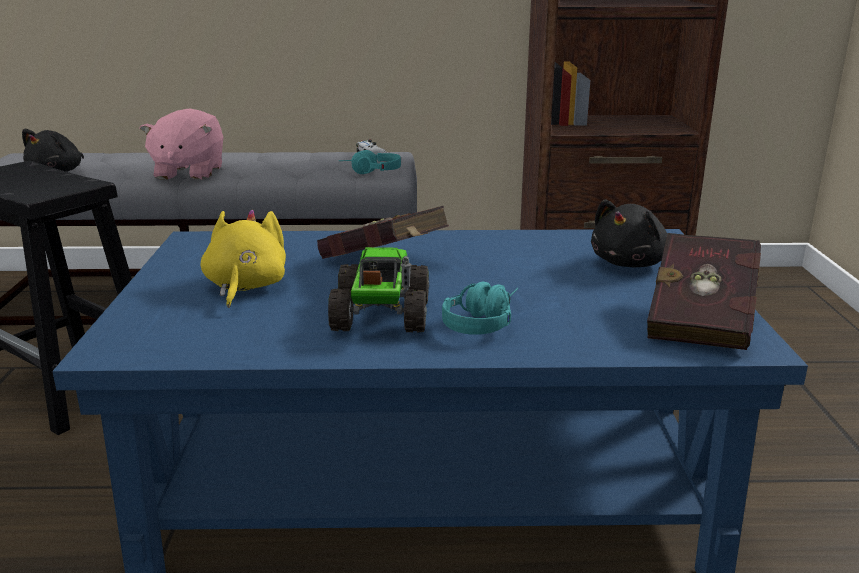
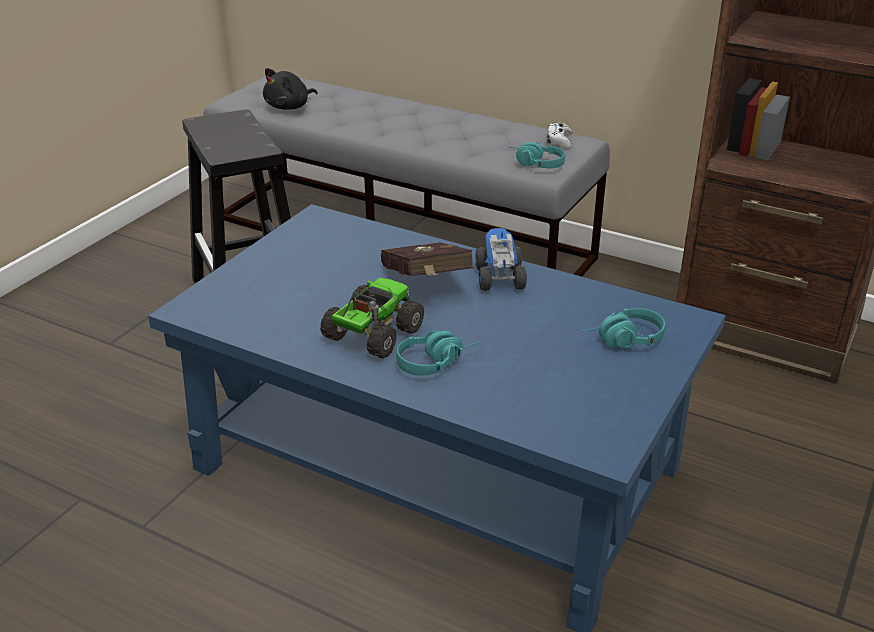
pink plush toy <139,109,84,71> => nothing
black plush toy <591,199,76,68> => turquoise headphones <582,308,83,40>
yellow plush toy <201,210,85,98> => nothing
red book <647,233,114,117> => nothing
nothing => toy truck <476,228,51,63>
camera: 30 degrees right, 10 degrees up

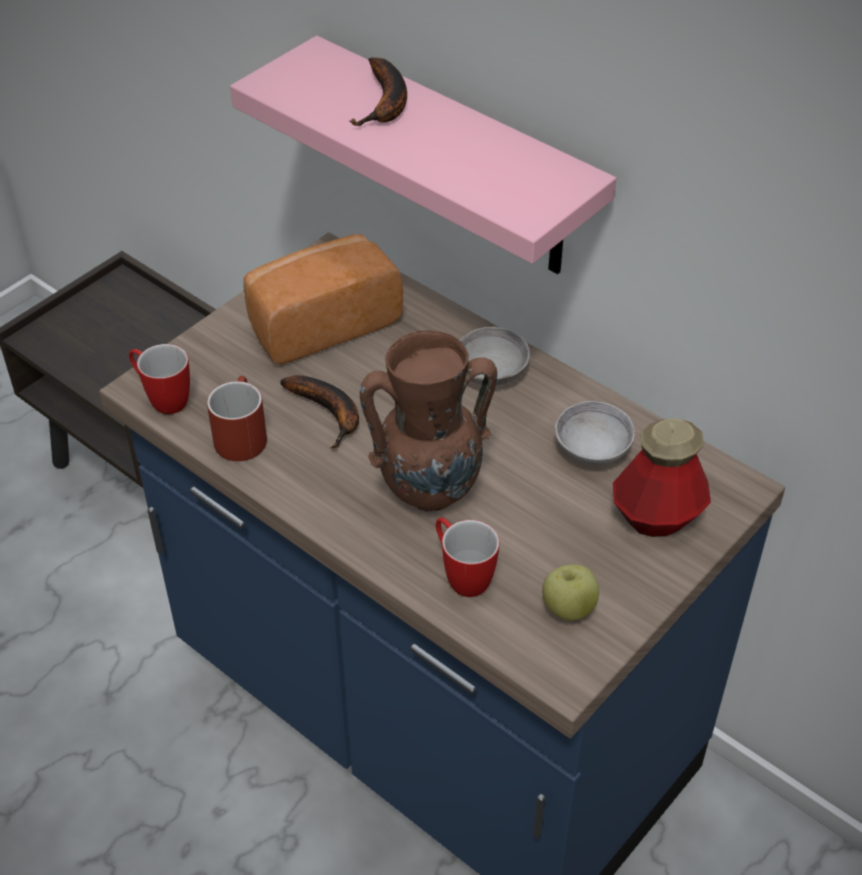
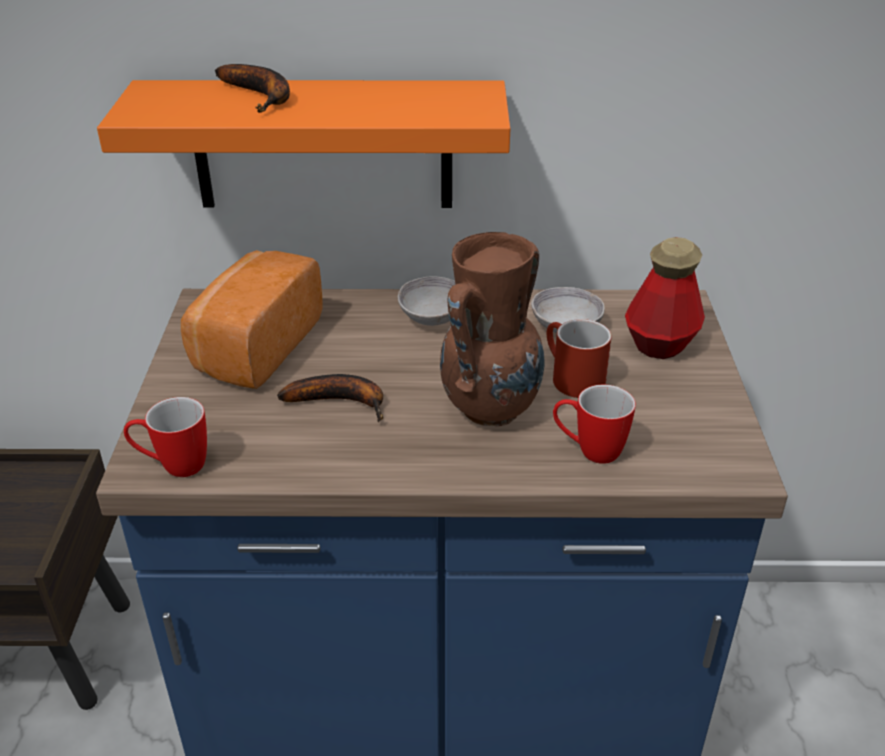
pink shelf <230,36,386,238> => orange shelf <97,80,413,128>
red mug <207,376,60,85> => red mug <547,319,65,79>, move
apple <542,564,57,57> => nothing
camera: 40 degrees left, 10 degrees down

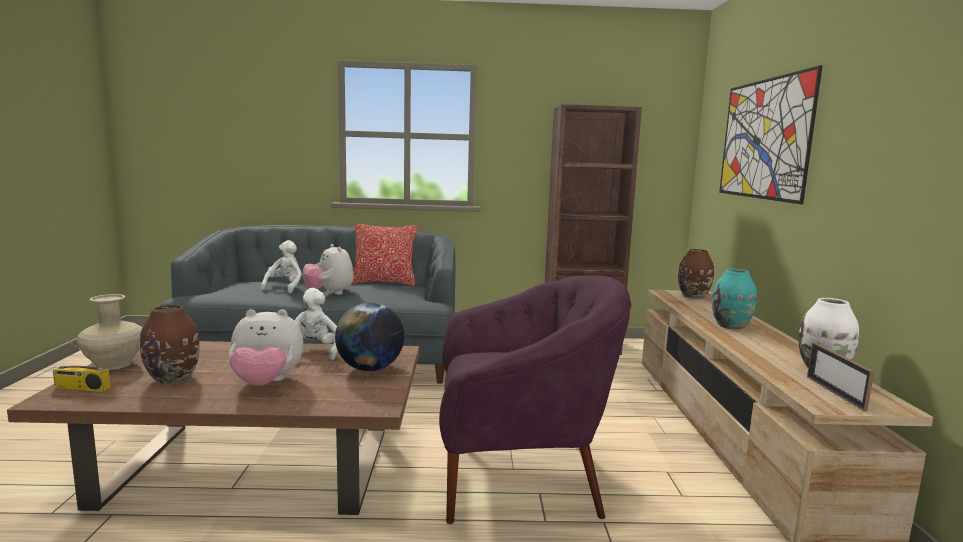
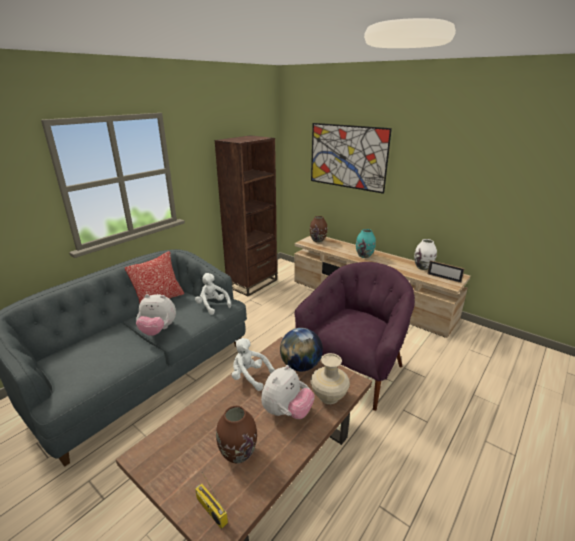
white plush toy <261,240,41,53> => white plush toy <195,273,36,42>, move
beige vase <77,294,65,76> => beige vase <310,353,40,51>, move
radio <53,337,58,55> => radio <195,472,33,57>, 90 degrees clockwise
camera: 50 degrees left, 15 degrees up

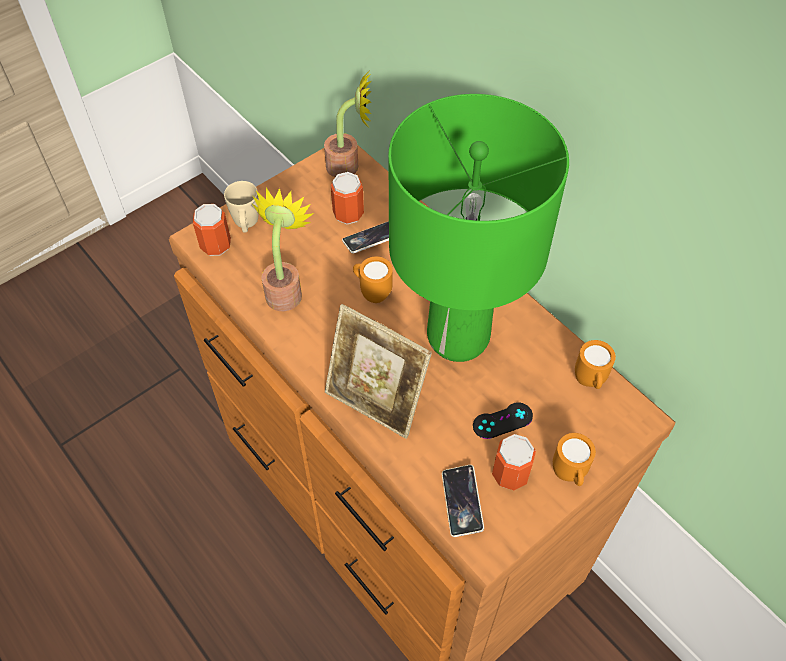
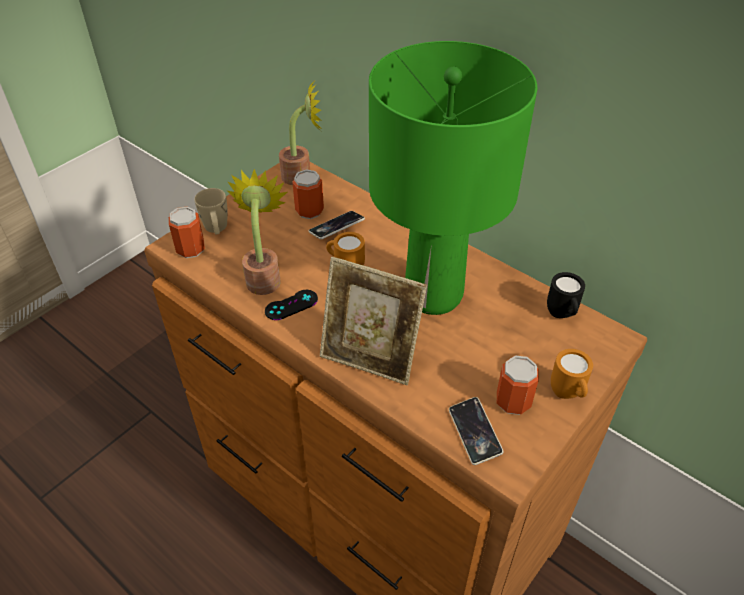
orange mug <575,340,41,49> => black mug <547,272,38,46>
black game controller <473,402,60,37> => black game controller <265,290,53,30>, move
camera: 10 degrees left, 10 degrees down

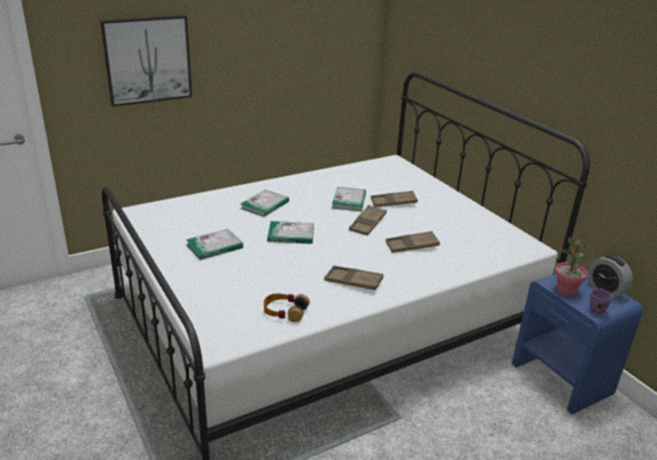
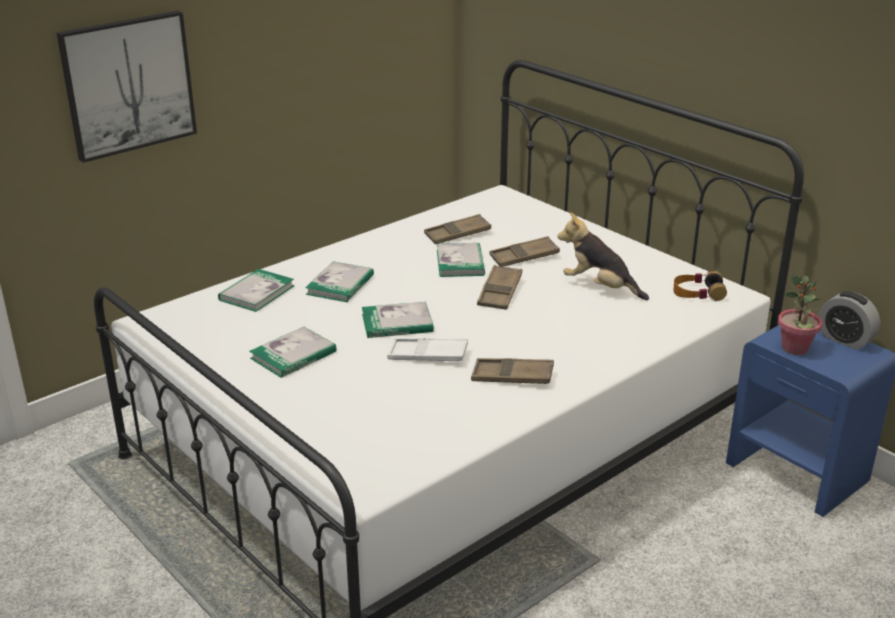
brown tray <386,231,54,22> => brown tray <424,214,67,30>, move
purple mug <590,288,22,26> => nothing
headphones <264,294,46,28> => headphones <674,271,53,30>, move
nothing => plush toy <557,212,92,88>
nothing => book <218,269,77,43>
nothing => white tray <387,338,81,24>
camera: 10 degrees left, 0 degrees up

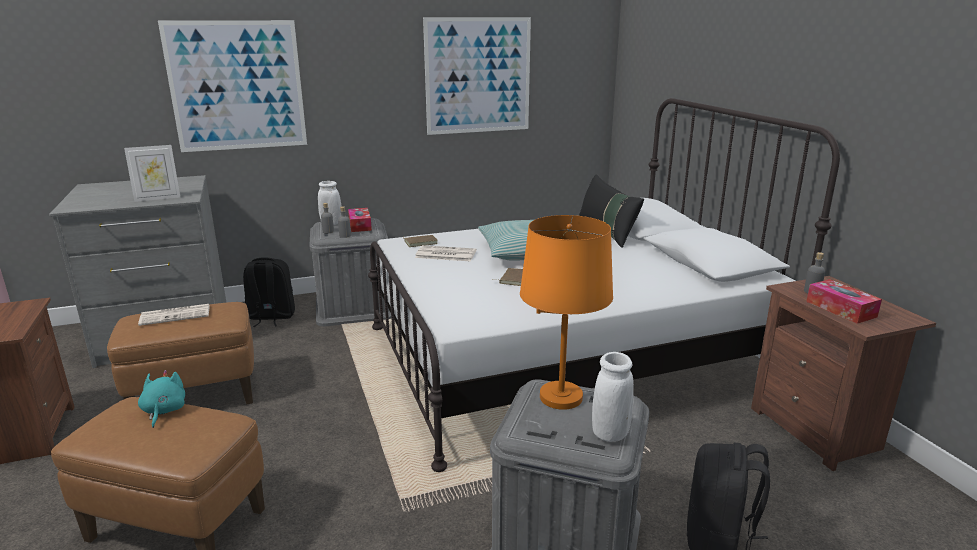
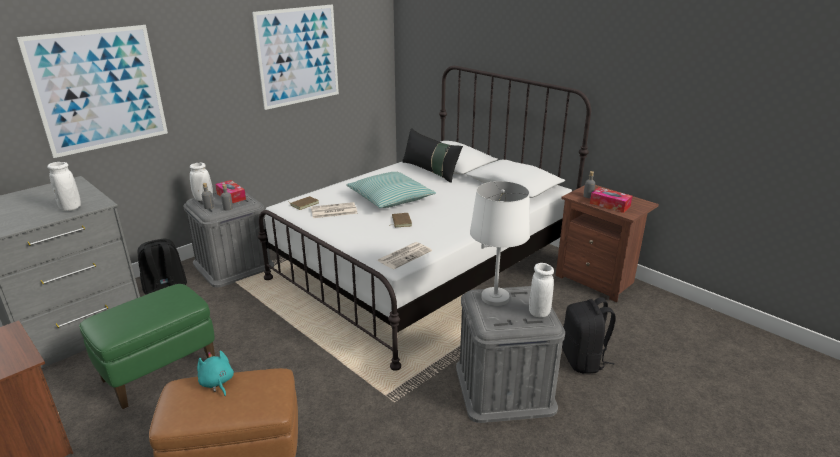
picture frame <124,145,56,57> => white vase <47,162,34,49>
orange table lamp <520,215,93,195> => white table lamp <470,181,60,125>
brown ottoman <107,302,147,102> => green ottoman <79,284,136,125>
newspaper <138,304,72,22> => newspaper <377,242,55,27>, move
camera: 25 degrees left, 5 degrees up

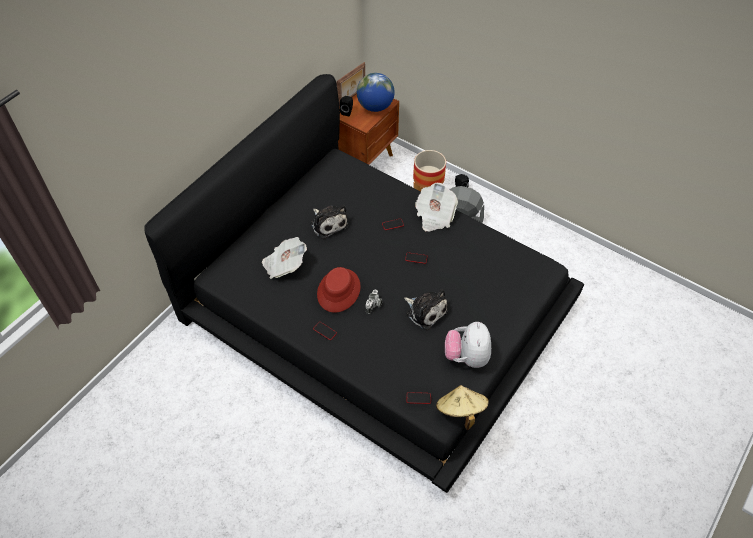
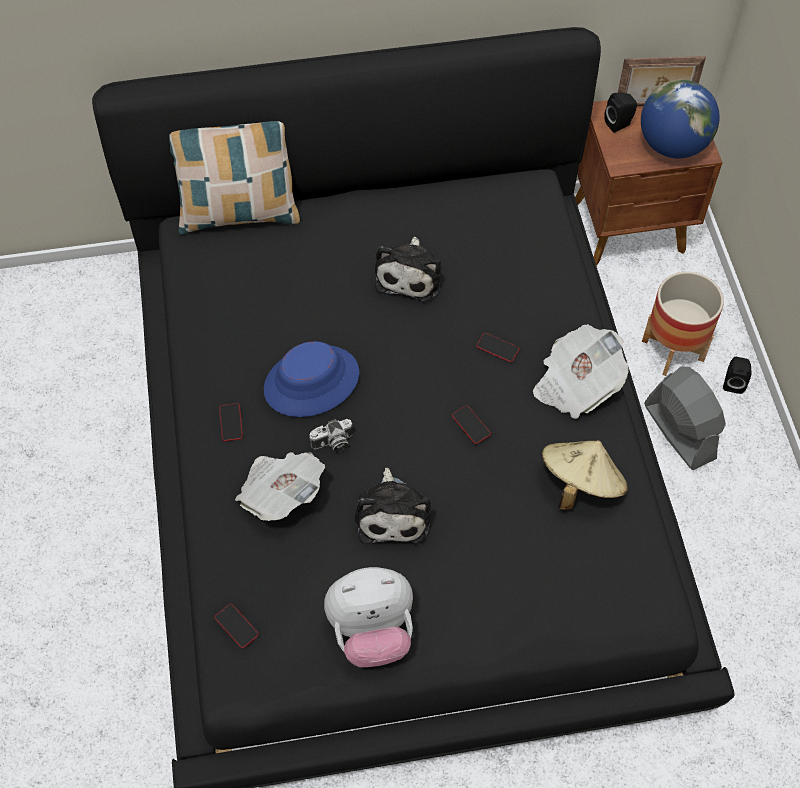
newspaper <262,237,45,42> => newspaper <235,452,90,69>, move
red hat <317,267,44,46> => blue hat <264,341,95,76>
plush toy <445,322,46,46> => plush toy <324,567,89,100>, 150 degrees counterclockwise
beige hat <436,385,53,45> => beige hat <542,440,86,70>, move
nothing => pillow <169,121,131,114>
camera: 45 degrees right, 5 degrees up

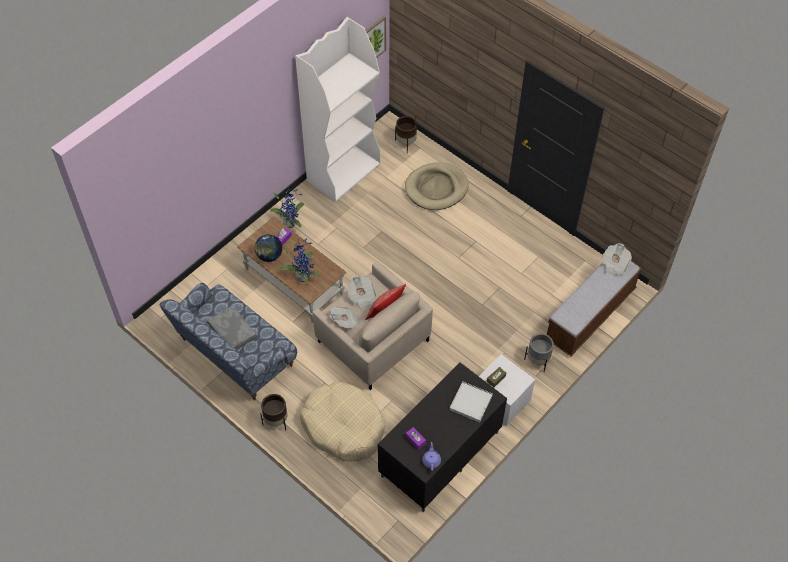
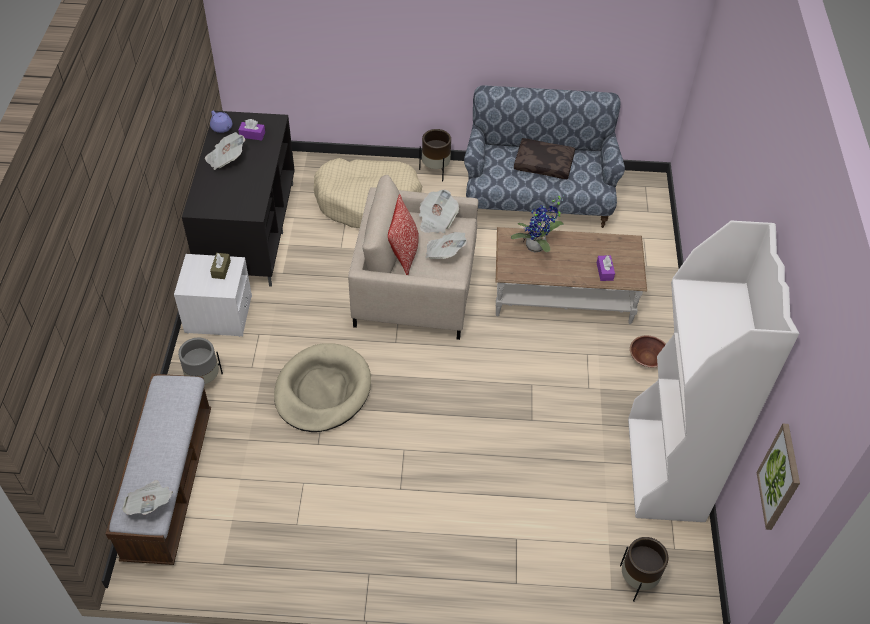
beige dog bed <405,162,64,48> => beige dog bed <274,343,97,89>, move
potted plant <270,188,34,40> => brown bowl <630,336,36,31>
globe <255,234,27,28> => nothing
grey pillow <207,305,50,45> => brown pillow <514,138,61,41>
white tray <449,381,44,42> => nothing
nothing => newspaper <205,132,40,38>
camera: 140 degrees right, 5 degrees down

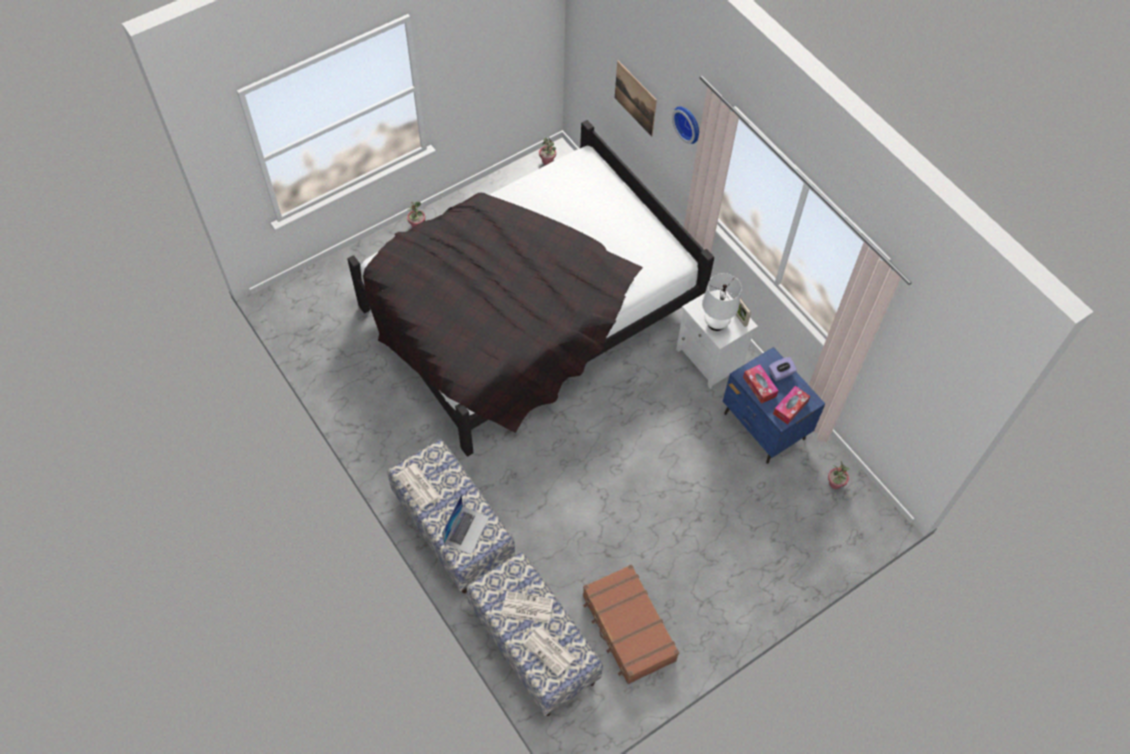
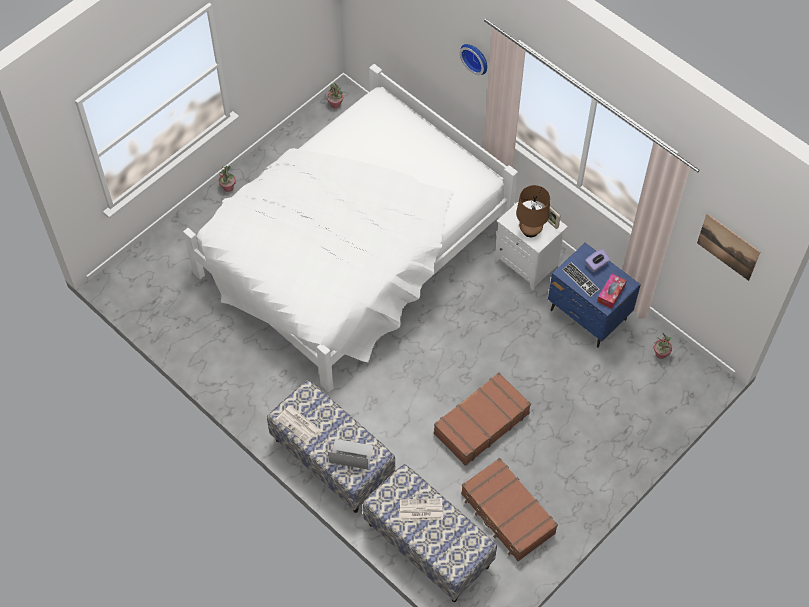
picture <615,61,42,76> => picture <697,214,63,67>, move
black bed <347,120,367,337> => white bed <183,64,335,328>
white table lamp <702,273,40,58> => brown table lamp <516,185,34,52>
tissue box <743,365,36,39> => keyboard <562,262,37,35>
laptop <442,495,47,59> => laptop <328,439,46,31>, 90 degrees counterclockwise
newspaper <523,626,53,50> => nothing
nothing => brown suitcase <434,372,97,94>
camera: 10 degrees left, 0 degrees up

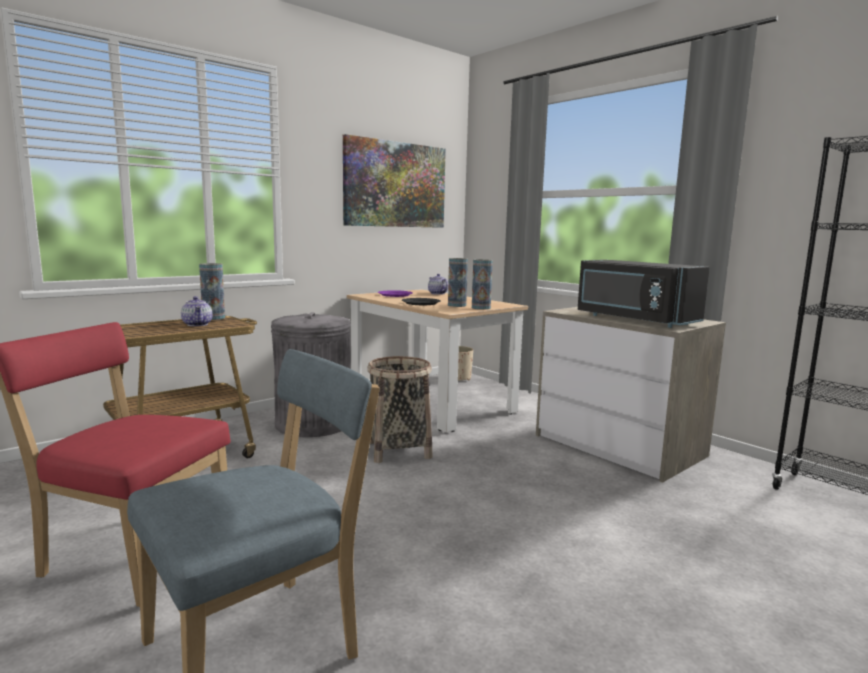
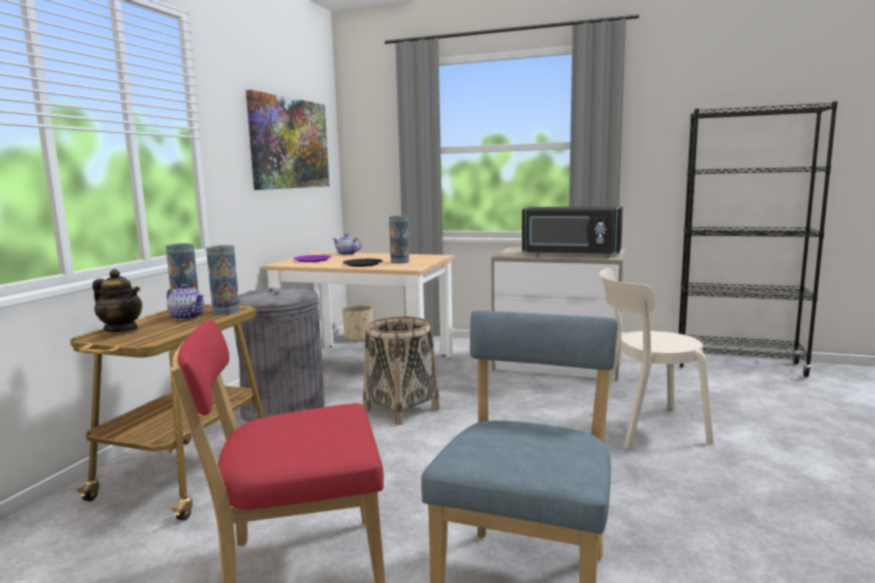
vase <472,259,21,51> => vase <206,245,34,70>, move
nothing => beige chair <599,268,115,181>
nothing => teapot <93,269,49,63>
camera: 30 degrees left, 0 degrees up

